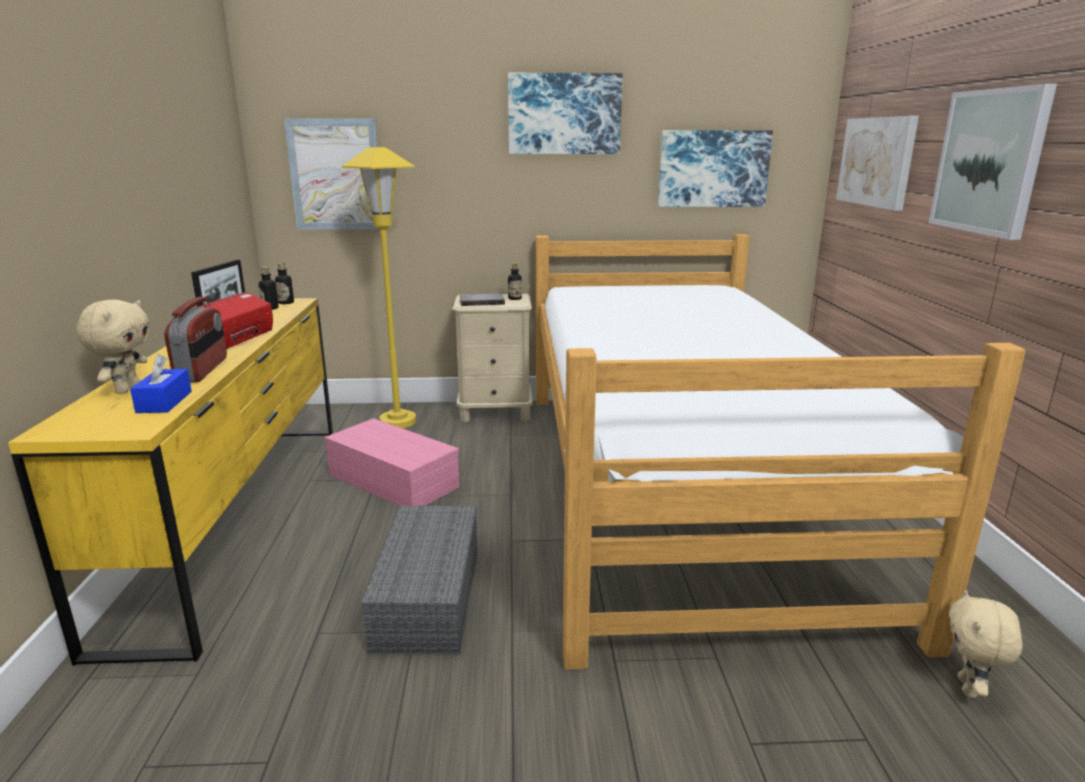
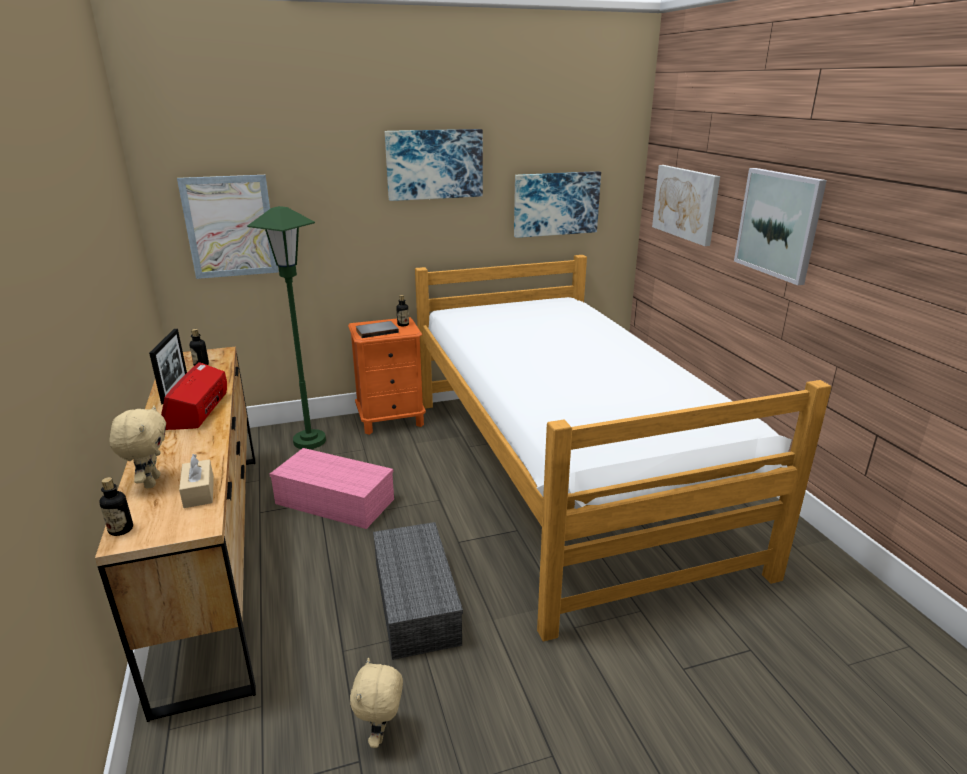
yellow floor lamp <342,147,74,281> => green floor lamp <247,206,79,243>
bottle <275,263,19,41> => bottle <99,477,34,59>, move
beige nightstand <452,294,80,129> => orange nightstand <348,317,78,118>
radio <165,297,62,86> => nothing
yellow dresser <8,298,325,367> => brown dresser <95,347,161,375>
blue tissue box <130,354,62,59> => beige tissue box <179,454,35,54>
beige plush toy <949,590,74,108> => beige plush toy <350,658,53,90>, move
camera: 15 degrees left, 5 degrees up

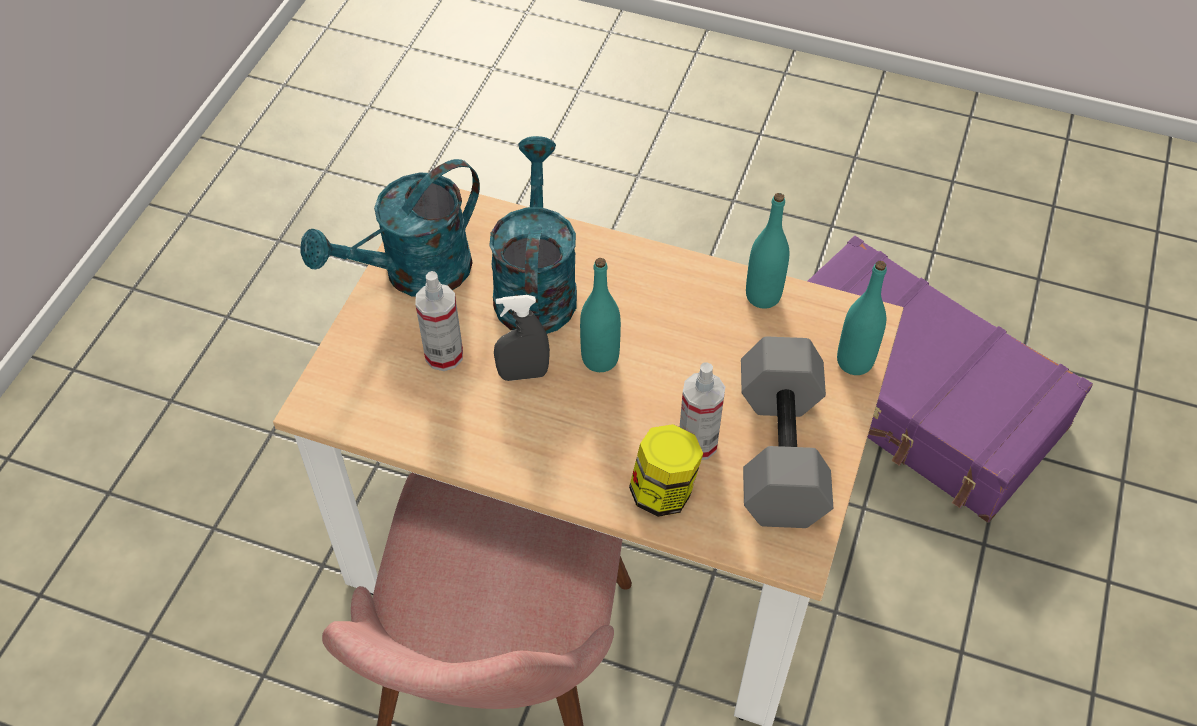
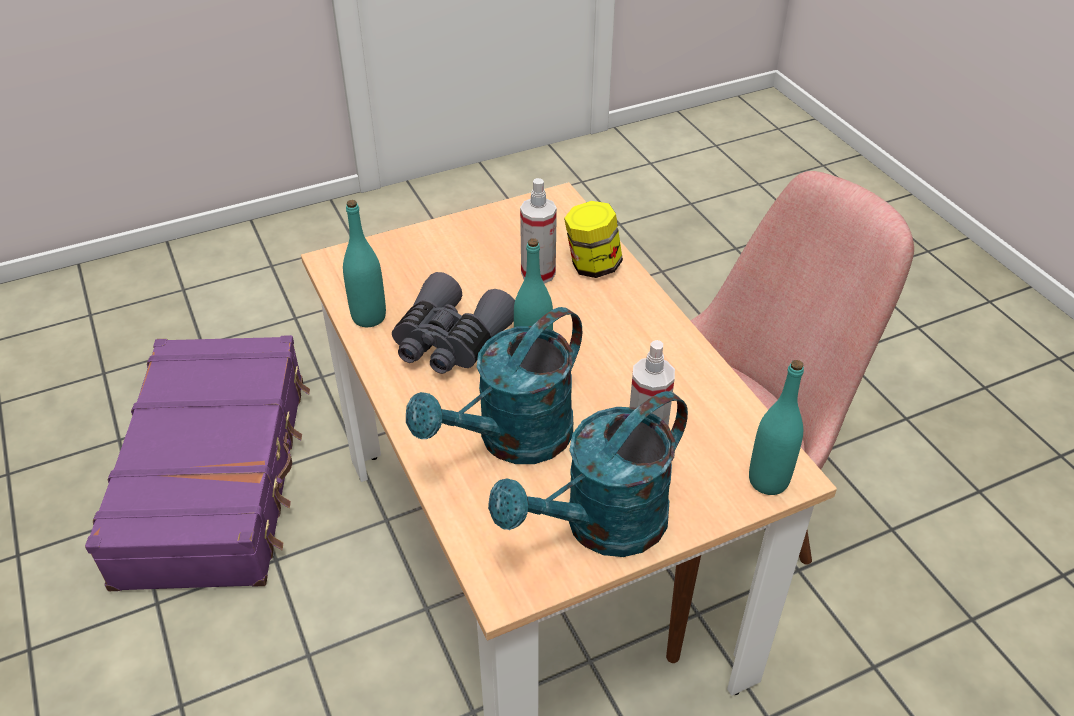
turquoise watering can <300,159,180,138> => turquoise watering can <488,391,200,166>, 135 degrees clockwise
turquoise bottle <837,261,50,114> => turquoise bottle <749,360,55,135>, move
grey spray bottle <494,295,56,86> => nothing
grey dumbbell <741,337,92,191> => nothing
nothing => grey binoculars <392,272,123,102>
camera: 135 degrees left, 10 degrees down

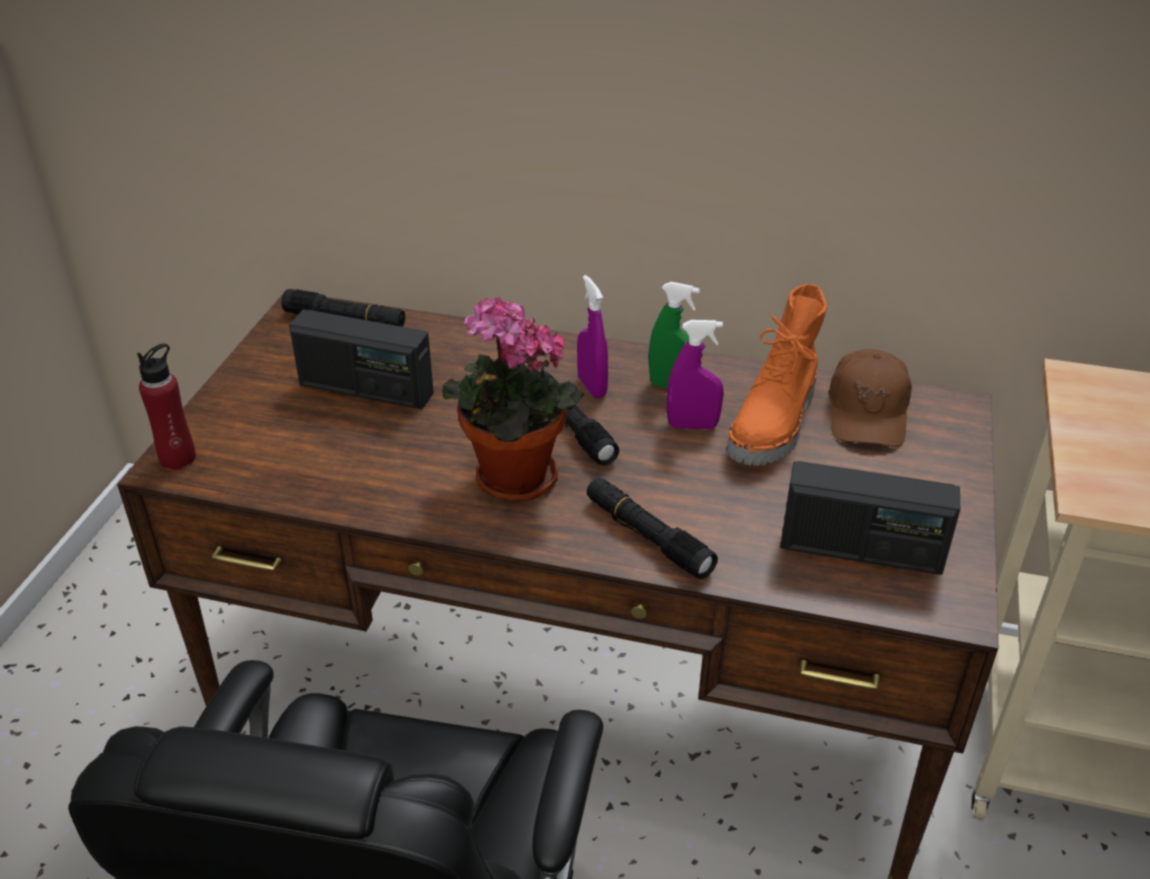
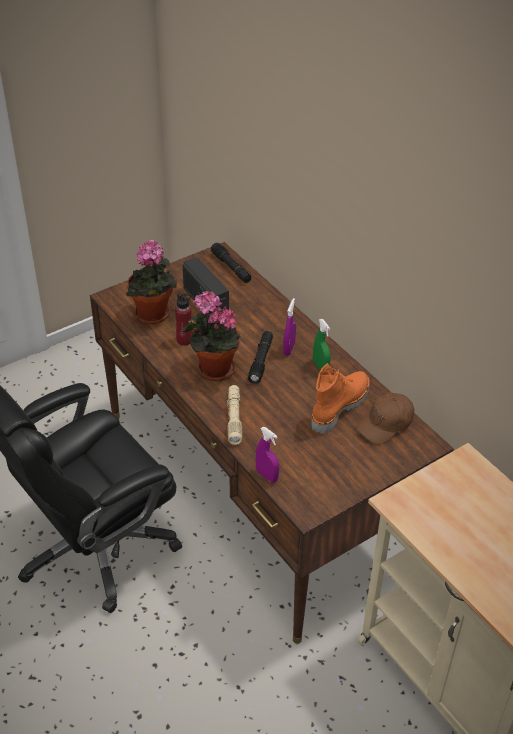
orange boot <727,284,100,181> => orange boot <311,363,59,71>, 150 degrees clockwise
purple spray bottle <667,320,57,109> => purple spray bottle <256,427,23,55>, move
red bottle <137,343,59,127> => red bottle <175,294,17,52>, move
radio <780,461,180,114> => nothing
black flashlight <587,478,131,101> => beige flashlight <227,385,15,60>
nothing => potted plant <126,240,51,84>
camera: 40 degrees right, 5 degrees up

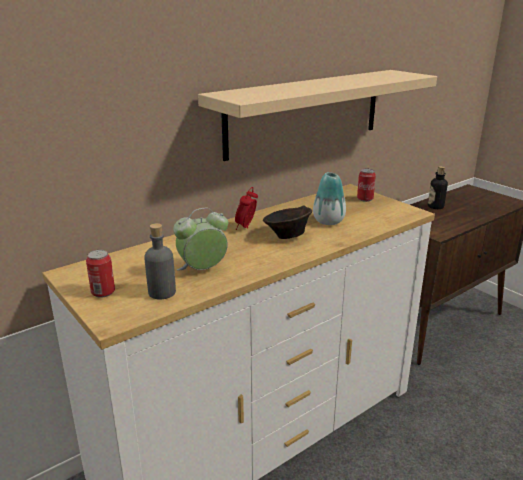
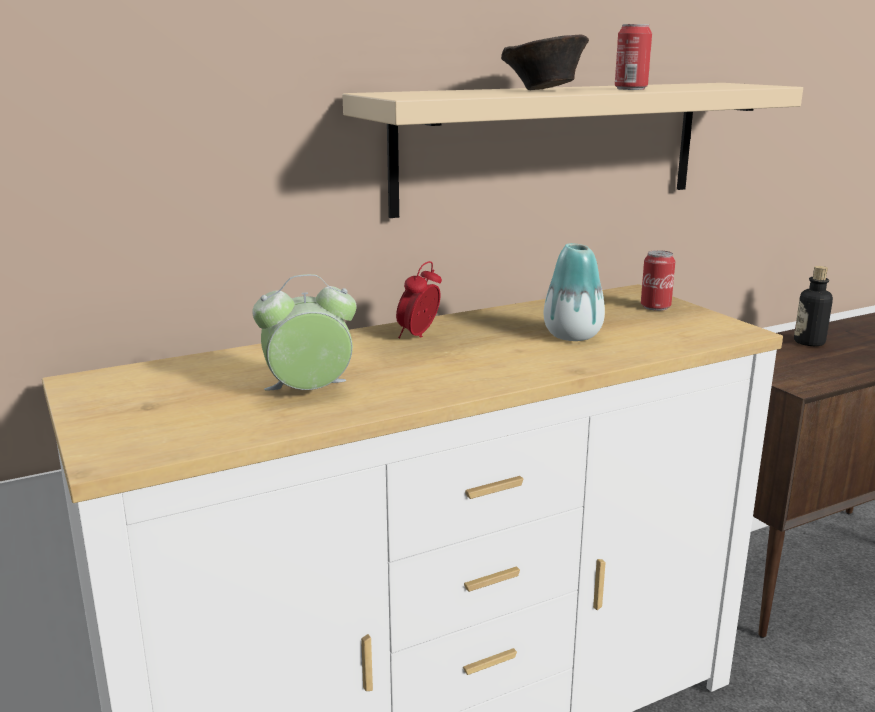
brown bowl <263,206,49,33> => brown bowl <501,35,88,55>, move
grey bottle <144,223,32,77> => nothing
can <86,250,29,48> => can <615,24,37,66>, move
camera: 10 degrees right, 5 degrees down

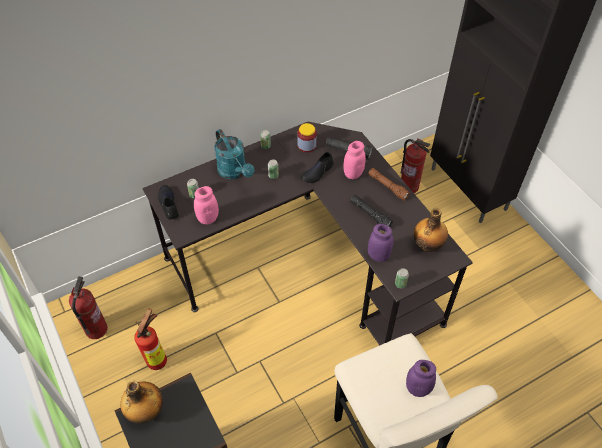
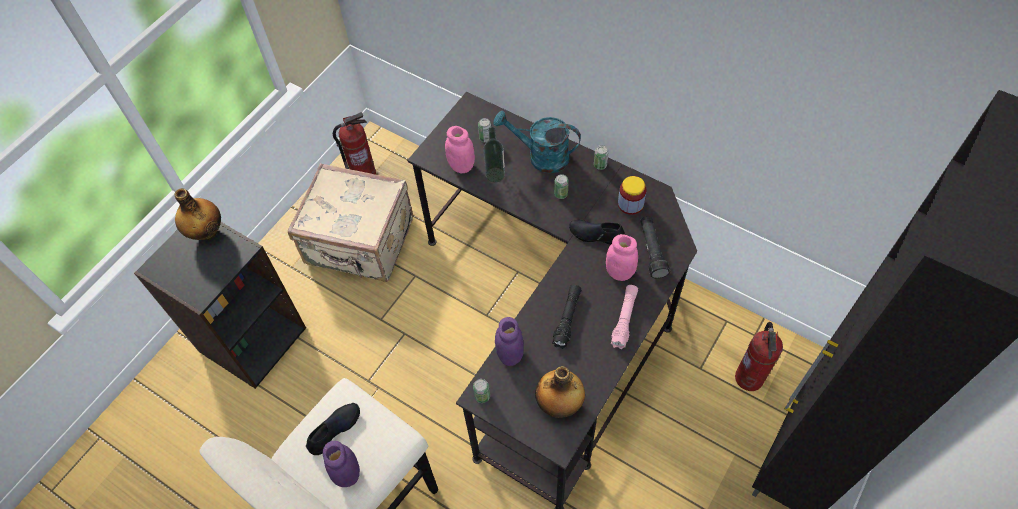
turquoise watering can <214,129,41,51> => turquoise watering can <494,111,87,62>, 75 degrees clockwise
brown flashlight <368,168,42,33> => pink flashlight <611,285,27,64>
black shoe <158,185,21,35> => black shoe <306,403,54,52>, move
fire extinguisher <134,309,33,61> => beige suitcase <288,163,125,119>
nothing => bottle <483,127,22,56>
camera: 65 degrees right, 5 degrees up

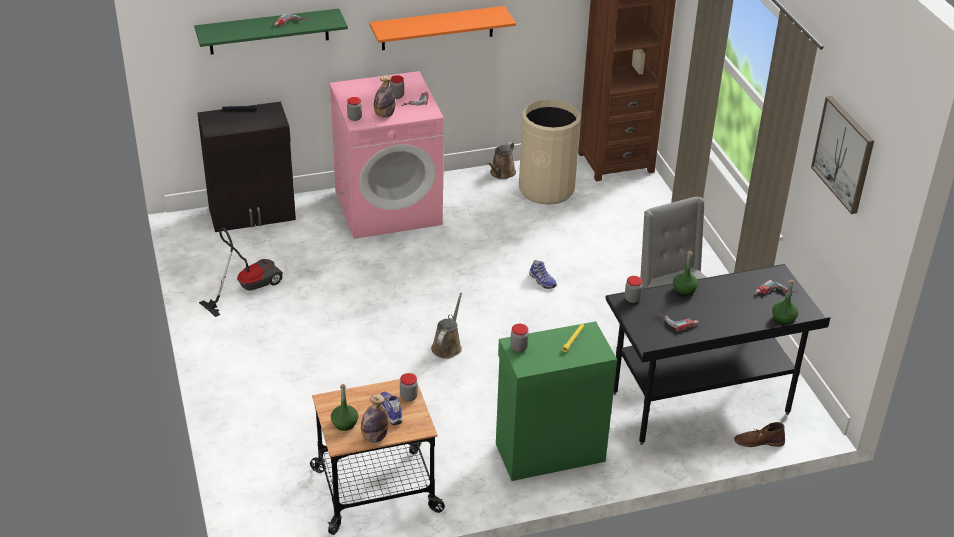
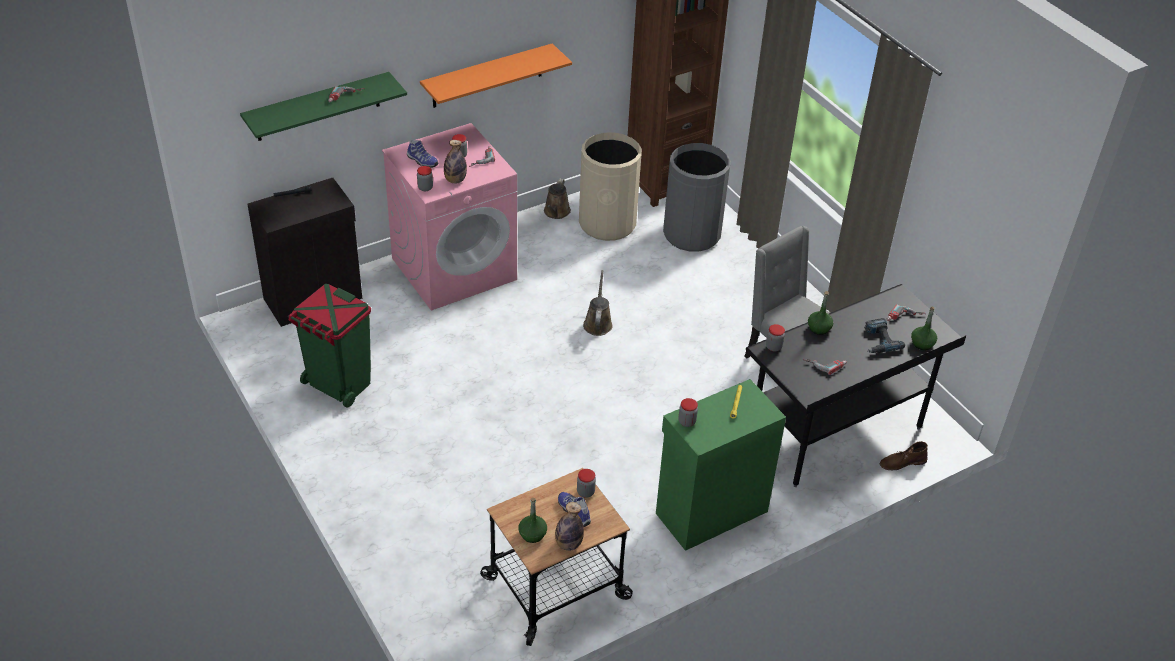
picture <811,96,63,118> => nothing
vacuum cleaner <199,228,84,89> => green trash can <288,284,83,123>
shoe <529,260,28,29> => shoe <407,140,31,28>, move
brown watering can <431,293,31,66> => brown watering can <583,270,30,66>, move
nothing => grey trash can <663,143,68,109>
nothing => power drill <864,318,41,35>
camera: 15 degrees left, 5 degrees up

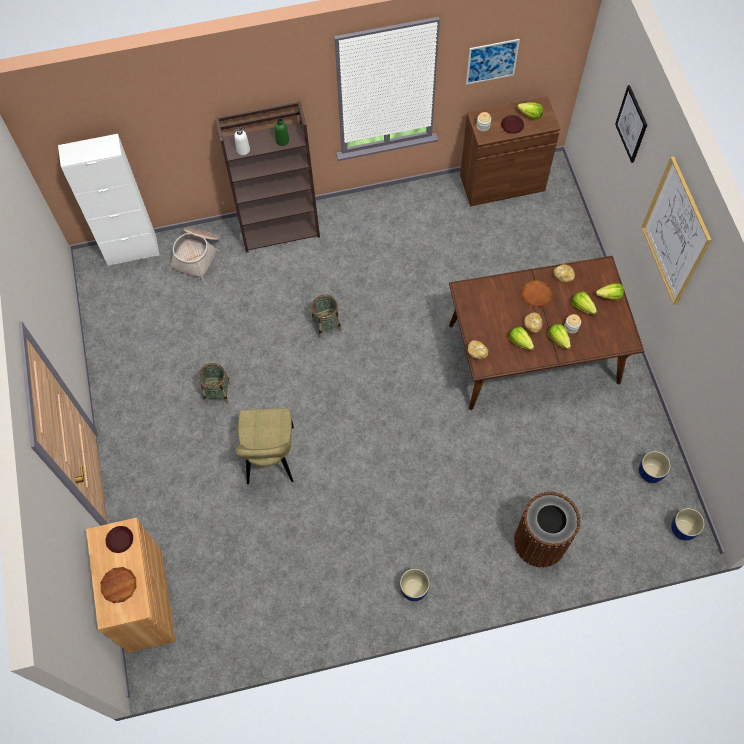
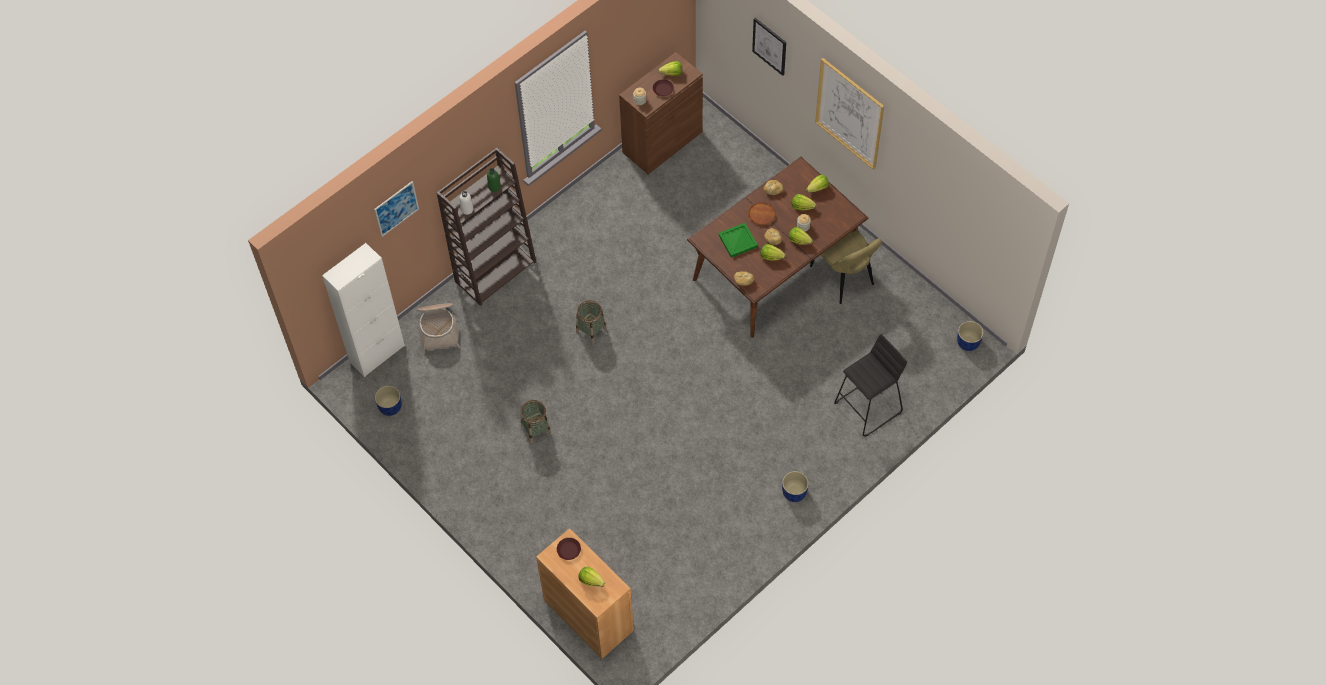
picture <466,39,54,46> => picture <374,181,45,56>, move
beige chair <235,408,59,76> => beige chair <810,230,72,74>, move
blue planter <639,451,32,32> => blue planter <375,386,27,30>, move
brown trash can <514,492,66,75> => black stool <834,334,73,102>
brown plate <101,567,35,36> => lettuce <578,566,27,21>
nothing => green tray <718,223,40,35>
camera: 30 degrees left, 5 degrees down

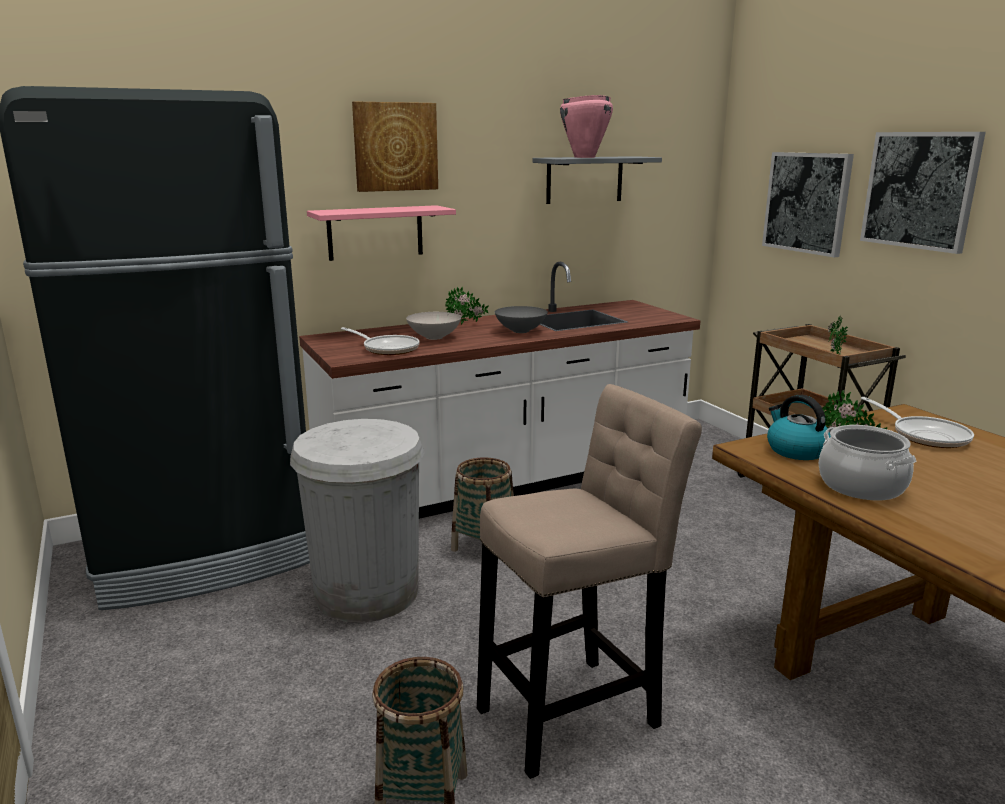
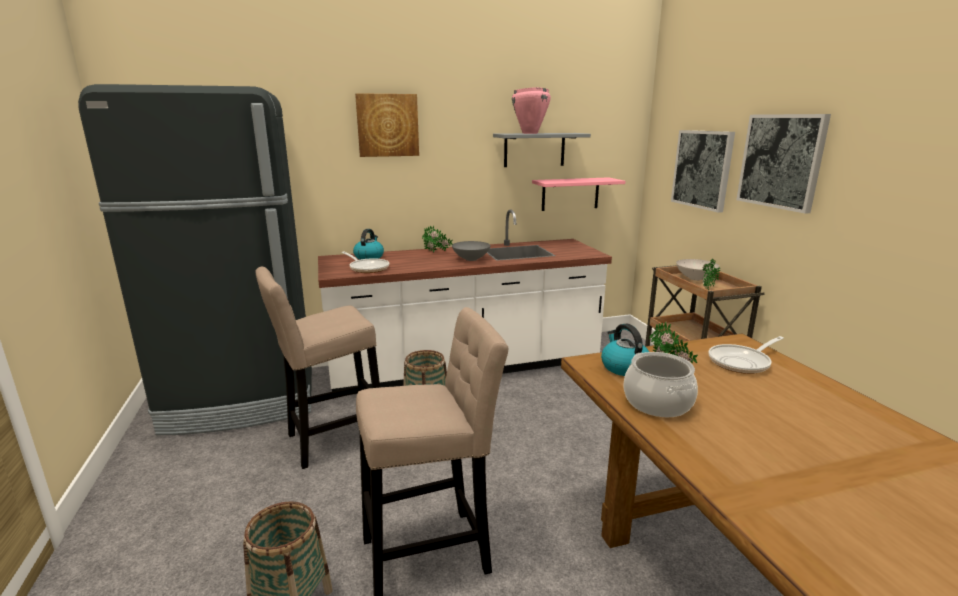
pink shelf <307,205,149,56> => pink shelf <532,177,93,34>, move
white bowl <406,312,55,28> => white bowl <676,259,43,21>, move
frying pan <861,397,113,51> => frying pan <709,336,75,38>, 75 degrees clockwise
white trash can <290,419,135,204> => beige stool <255,267,125,202>
nothing => kettle <353,229,31,31>
camera: 10 degrees right, 0 degrees up

